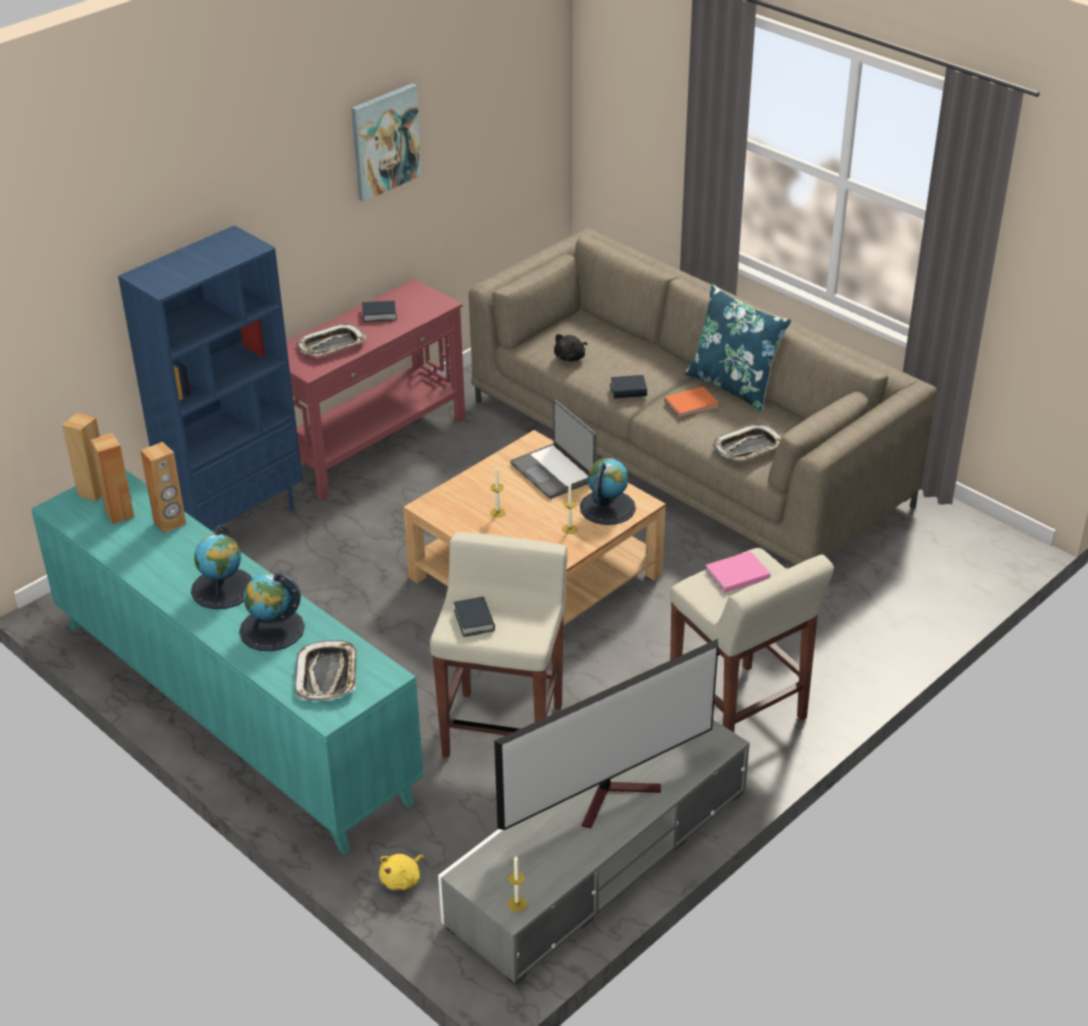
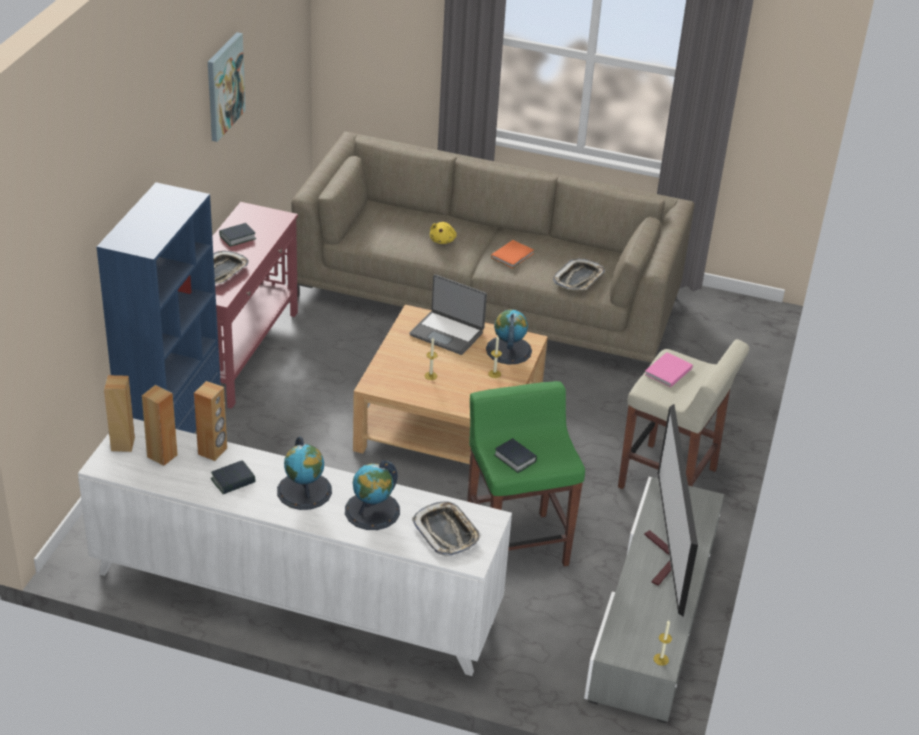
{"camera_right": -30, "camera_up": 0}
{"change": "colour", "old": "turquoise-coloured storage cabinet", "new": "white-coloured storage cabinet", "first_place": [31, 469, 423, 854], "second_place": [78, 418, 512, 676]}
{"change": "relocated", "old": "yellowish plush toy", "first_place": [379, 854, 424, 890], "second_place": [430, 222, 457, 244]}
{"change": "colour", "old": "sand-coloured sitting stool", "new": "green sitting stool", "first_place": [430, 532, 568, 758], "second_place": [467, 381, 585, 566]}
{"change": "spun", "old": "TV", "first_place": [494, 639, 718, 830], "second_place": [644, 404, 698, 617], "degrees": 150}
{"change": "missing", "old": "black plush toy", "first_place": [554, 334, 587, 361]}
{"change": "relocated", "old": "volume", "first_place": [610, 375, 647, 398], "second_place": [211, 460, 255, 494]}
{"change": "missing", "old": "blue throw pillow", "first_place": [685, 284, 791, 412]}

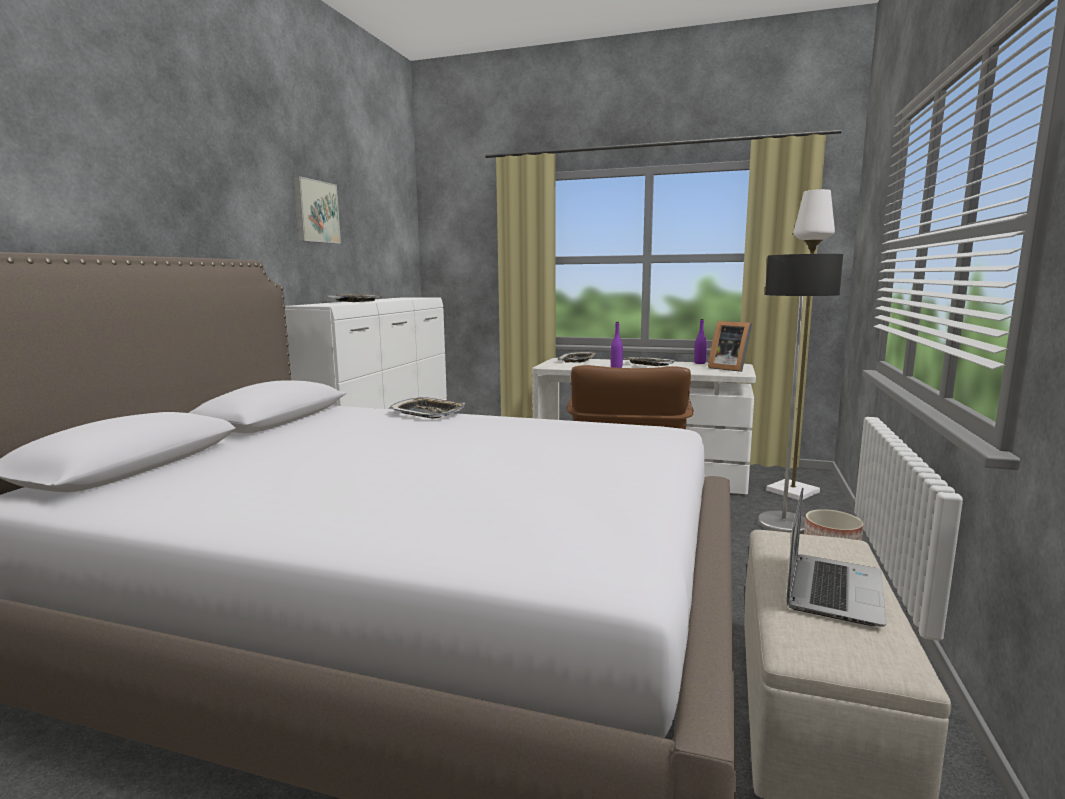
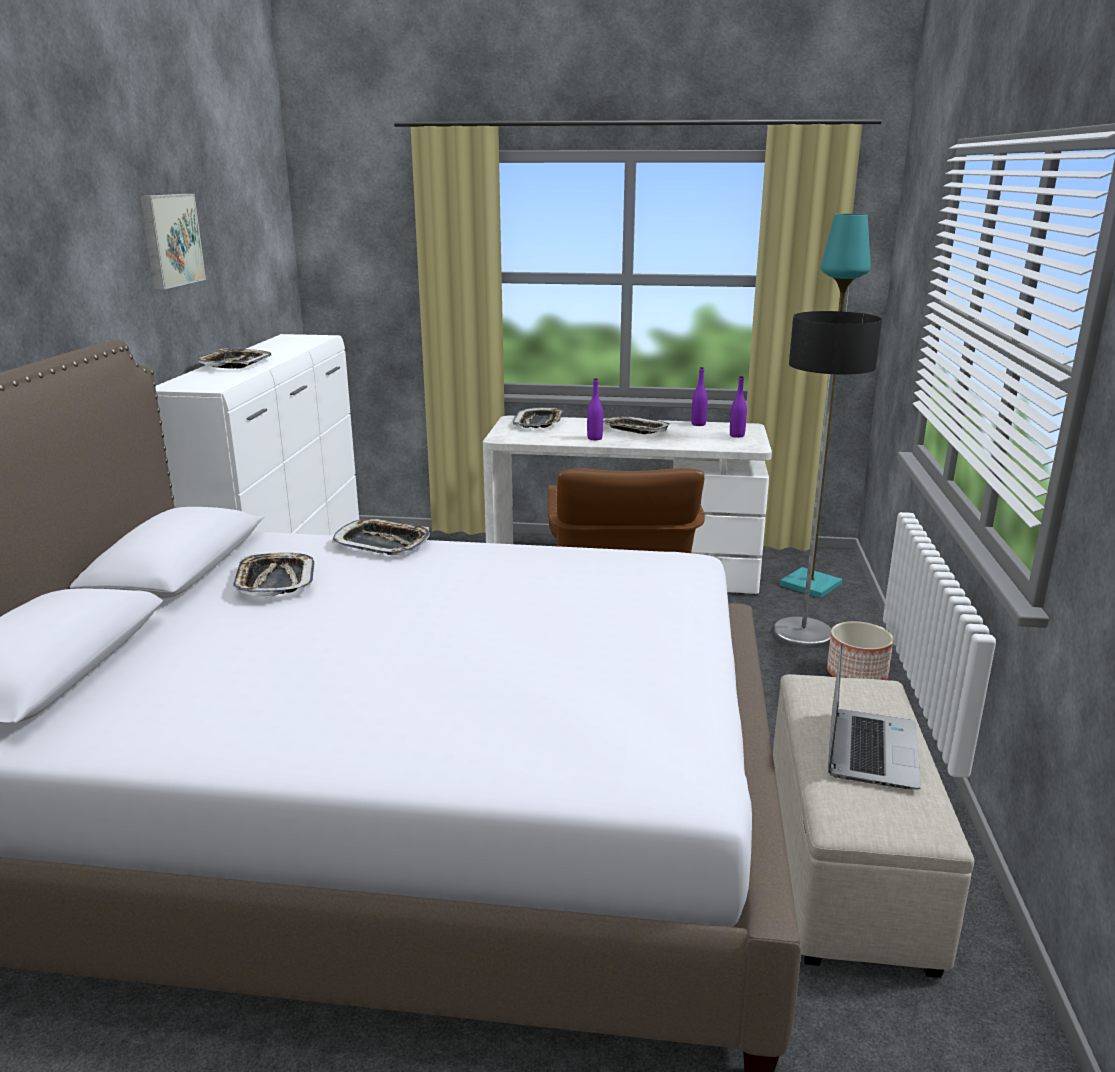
{"camera_right": -10, "camera_up": 10}
{"change": "exchanged", "old": "standing frame", "new": "purplish bottle", "first_place": [708, 321, 752, 372], "second_place": [730, 376, 747, 438]}
{"change": "colour", "old": "white-coloured standard lamp", "new": "turquoise-coloured standard lamp", "first_place": [766, 189, 835, 500], "second_place": [780, 214, 871, 598]}
{"change": "appeared", "new": "carrying tray", "second_place": [233, 553, 314, 597]}

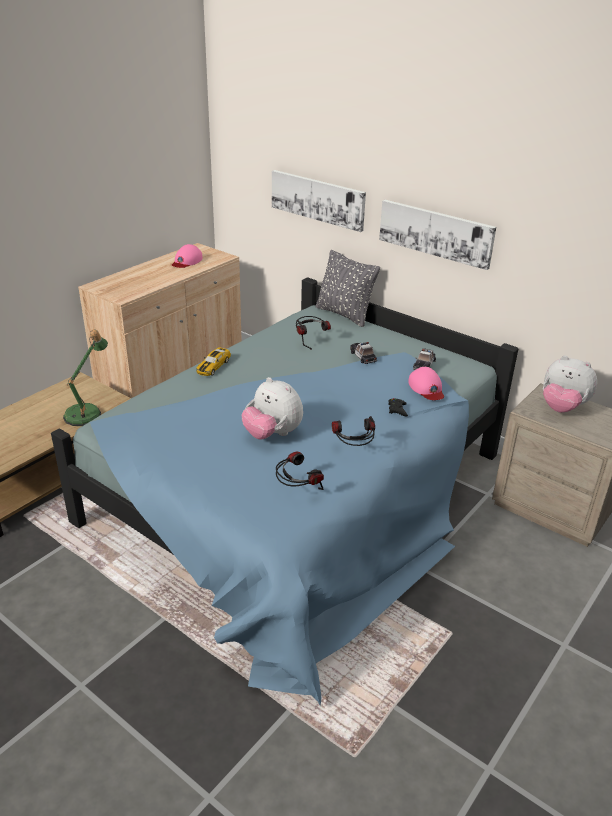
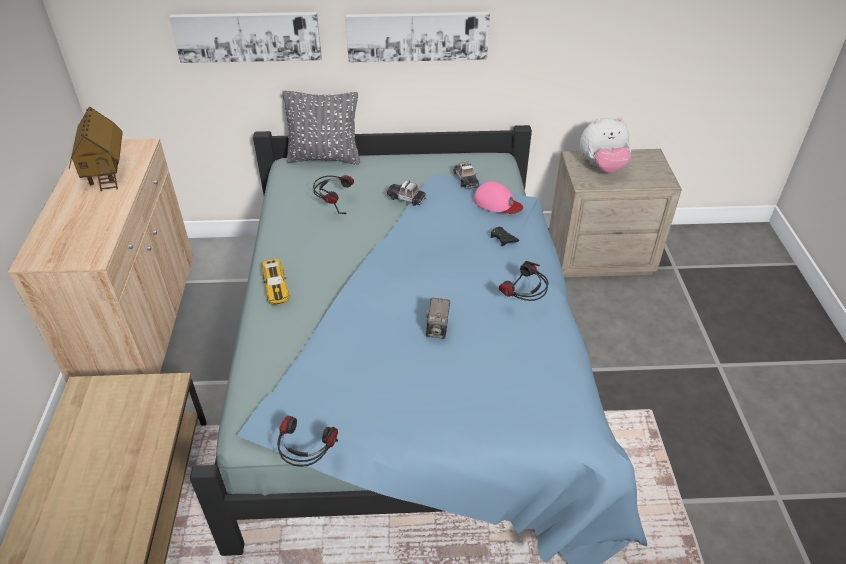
{"camera_right": -40, "camera_up": 10}
{"change": "missing", "old": "tabletop lamp", "first_place": [63, 329, 108, 426]}
{"change": "exchanged", "old": "pink-coloured peaked cap", "new": "model house", "first_place": [172, 244, 203, 268], "second_place": [69, 106, 123, 192]}
{"change": "exchanged", "old": "plush toy", "new": "still camera", "first_place": [242, 377, 303, 439], "second_place": [426, 298, 450, 339]}
{"change": "relocated", "old": "headphones", "first_place": [276, 452, 324, 490], "second_place": [277, 416, 338, 467]}

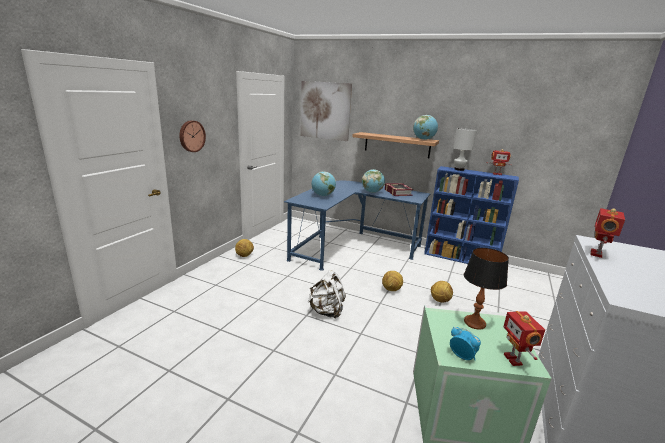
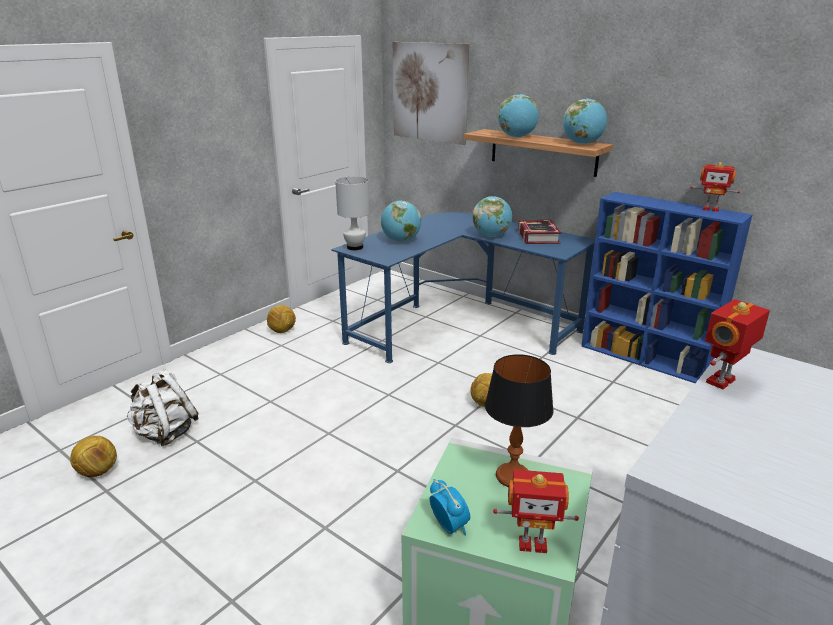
{"camera_right": 15, "camera_up": 5}
{"change": "missing", "old": "wall clock", "first_place": [179, 120, 206, 152]}
{"change": "relocated", "old": "white-coloured rucksack", "first_place": [308, 270, 346, 319], "second_place": [127, 369, 199, 447]}
{"change": "relocated", "old": "football ball", "first_place": [431, 281, 453, 303], "second_place": [70, 436, 117, 477]}
{"change": "relocated", "old": "white-coloured tabletop lamp", "first_place": [453, 128, 477, 171], "second_place": [335, 176, 370, 250]}
{"change": "spun", "old": "robot figure", "first_place": [503, 311, 545, 366], "second_place": [493, 469, 579, 553], "degrees": -90}
{"change": "appeared", "new": "globe", "second_place": [498, 94, 539, 138]}

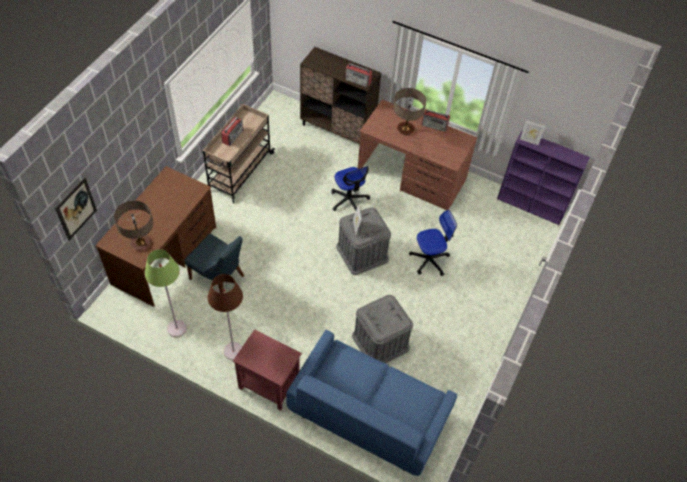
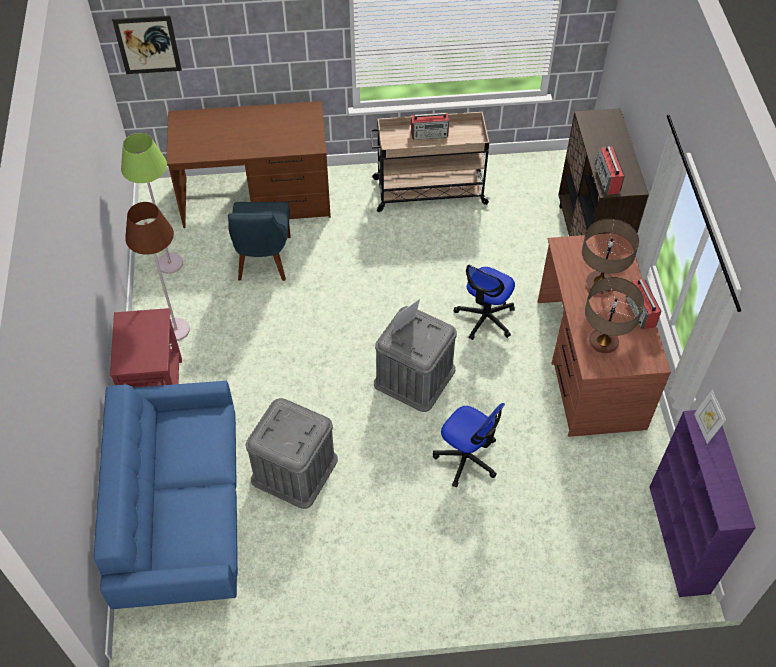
{"camera_right": 60, "camera_up": 0}
{"change": "relocated", "old": "tabletop lamp", "first_place": [114, 201, 153, 250], "second_place": [585, 277, 644, 353]}

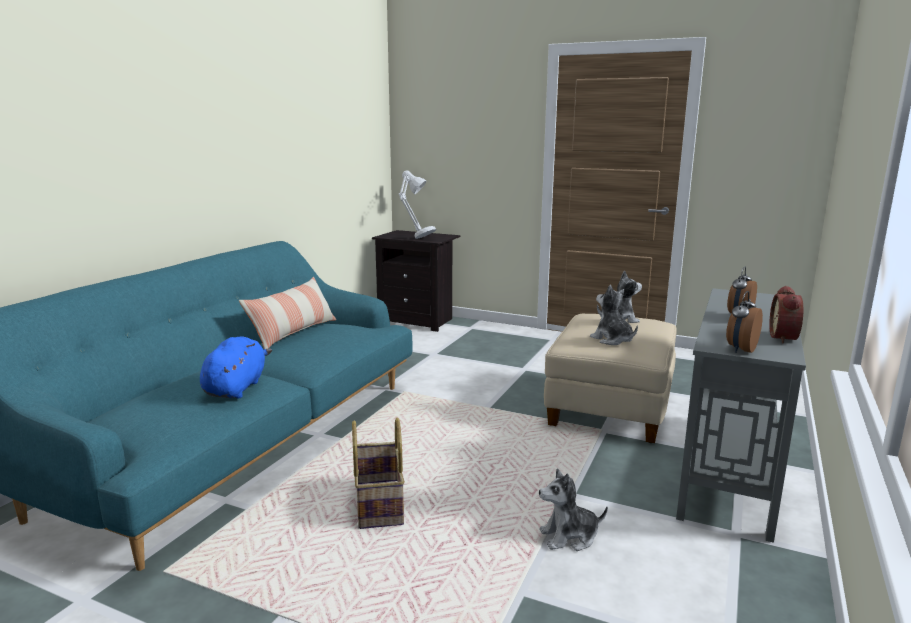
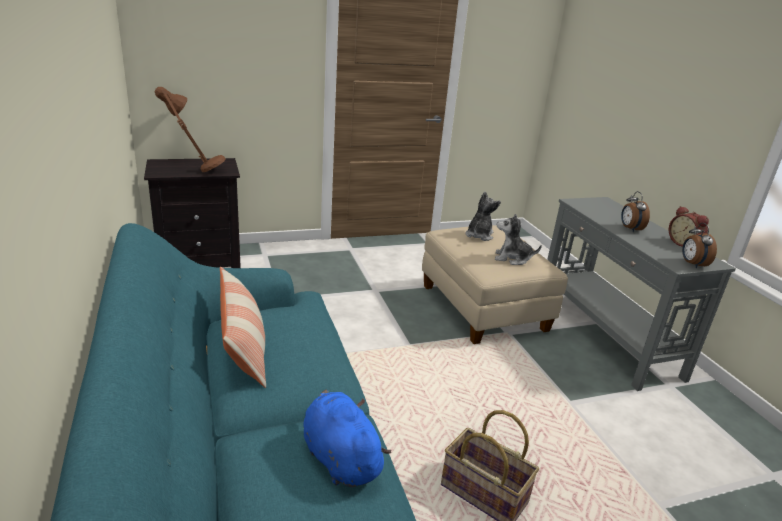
{"camera_right": -45, "camera_up": 10}
{"change": "colour", "old": "greyish tabletop lamp", "new": "brown tabletop lamp", "first_place": [399, 171, 436, 239], "second_place": [155, 87, 226, 172]}
{"change": "missing", "old": "plush toy", "first_place": [539, 468, 608, 551]}

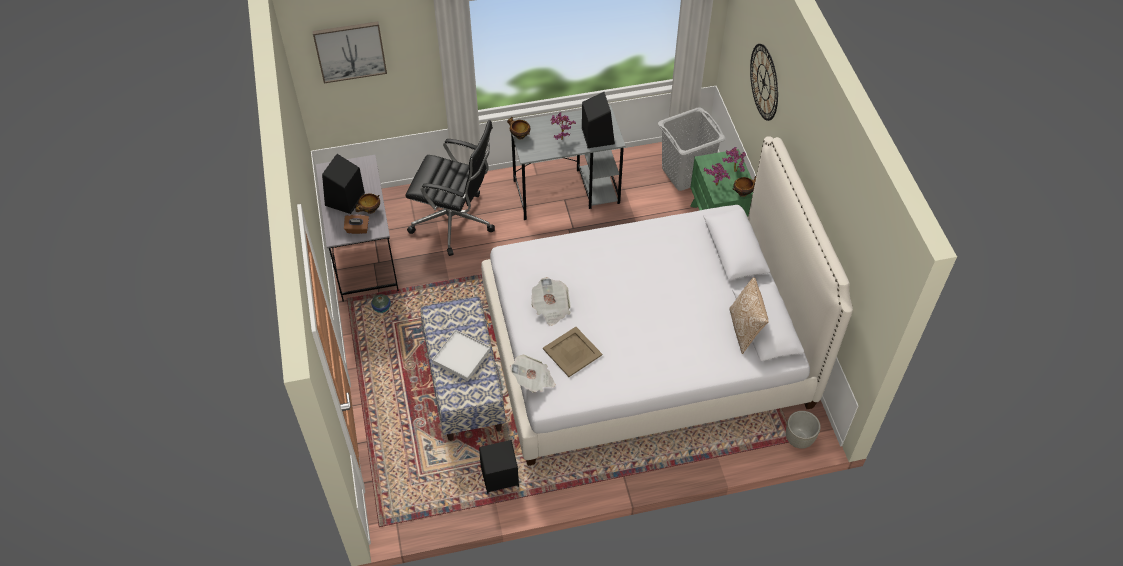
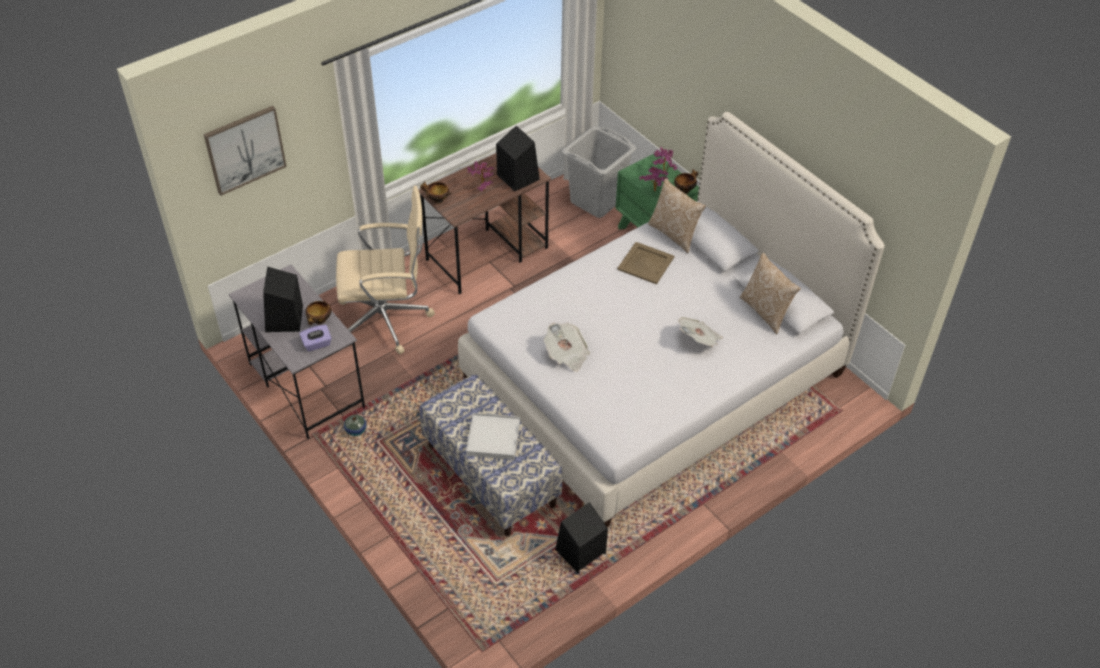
{"camera_right": -25, "camera_up": -5}
{"change": "colour", "old": "brown tissue box", "new": "purplish tissue box", "first_place": [344, 215, 369, 234], "second_place": [300, 325, 332, 351]}
{"change": "colour", "old": "black office chair", "new": "sand-coloured office chair", "first_place": [405, 120, 495, 256], "second_place": [336, 186, 435, 354]}
{"change": "relocated", "old": "newspaper", "first_place": [510, 355, 556, 393], "second_place": [678, 317, 723, 347]}
{"change": "colour", "old": "greyish desk unit", "new": "brown desk unit", "first_place": [511, 105, 626, 220], "second_place": [419, 153, 551, 294]}
{"change": "relocated", "old": "sand-coloured carrying tray", "first_place": [543, 327, 602, 377], "second_place": [617, 242, 675, 284]}
{"change": "missing", "old": "wall clock", "first_place": [750, 44, 778, 121]}
{"change": "missing", "old": "greyish plant pot", "first_place": [786, 411, 821, 449]}
{"change": "appeared", "new": "throw pillow", "second_place": [648, 178, 706, 253]}

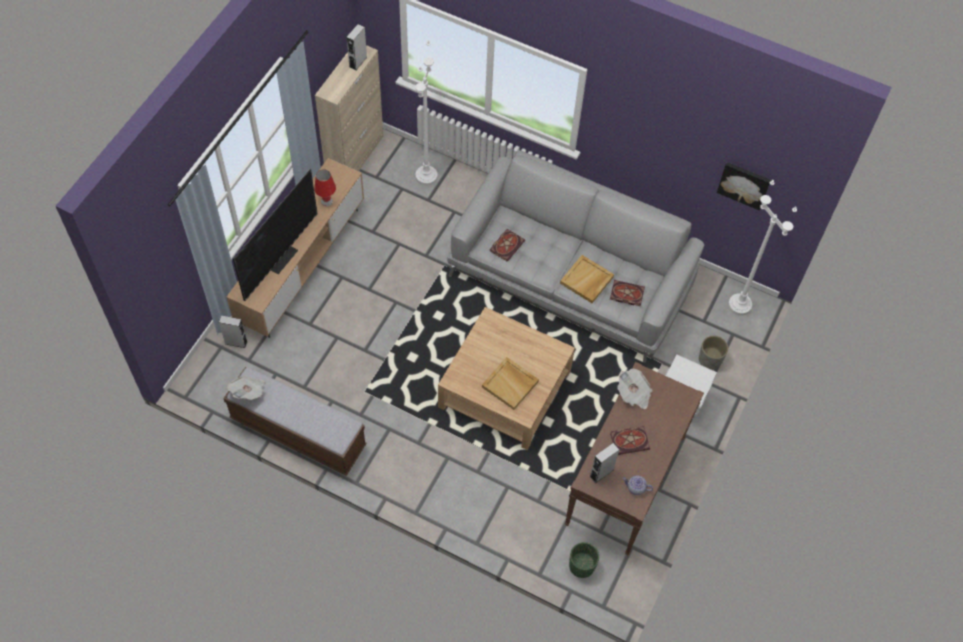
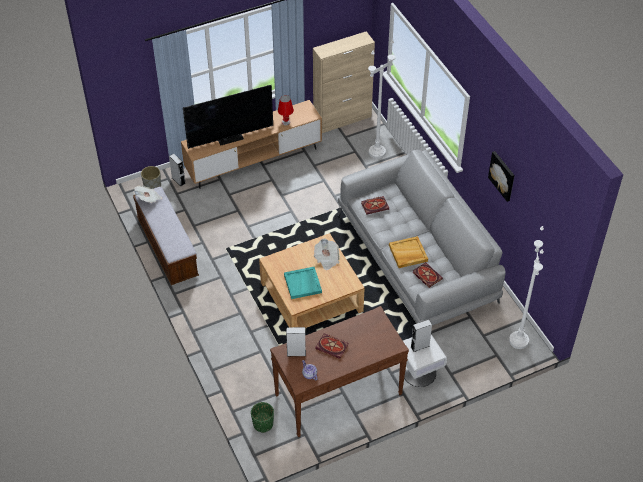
{"camera_right": 40, "camera_up": -10}
{"change": "relocated", "old": "greyish loudspeaker", "first_place": [347, 24, 367, 71], "second_place": [411, 319, 432, 352]}
{"change": "colour", "old": "sand-coloured carrying tray", "new": "turquoise-coloured carrying tray", "first_place": [482, 357, 539, 410], "second_place": [284, 267, 322, 299]}
{"change": "relocated", "old": "newspaper", "first_place": [617, 369, 652, 409], "second_place": [314, 238, 340, 270]}
{"change": "relocated", "old": "greyish plant pot", "first_place": [699, 336, 728, 370], "second_place": [141, 166, 161, 189]}
{"change": "relocated", "old": "picture", "first_place": [717, 162, 771, 210], "second_place": [488, 151, 515, 202]}

